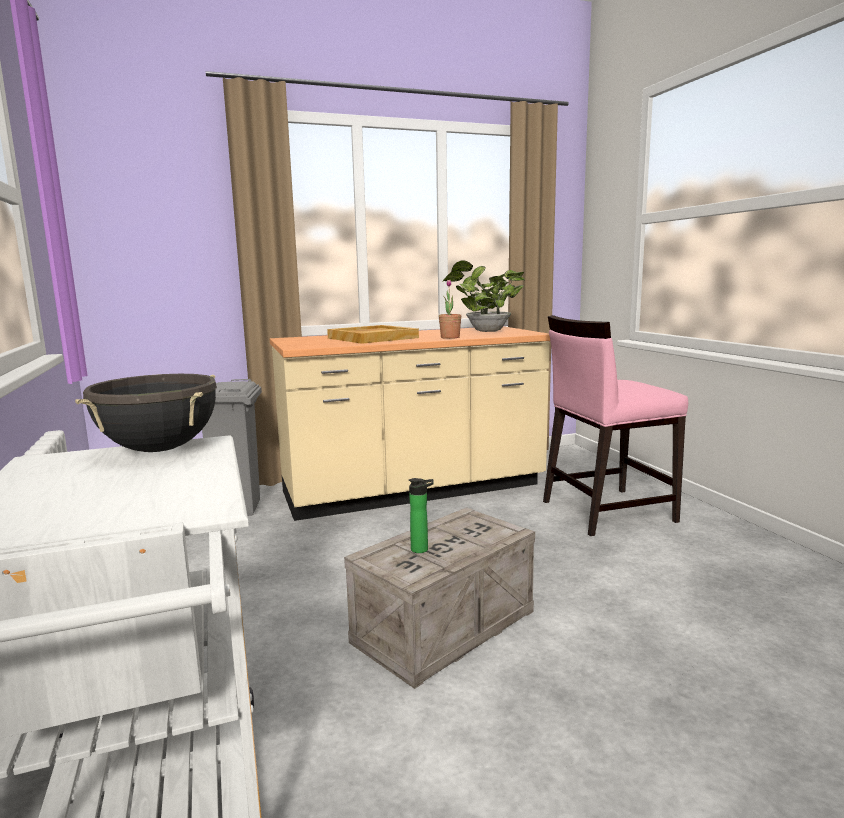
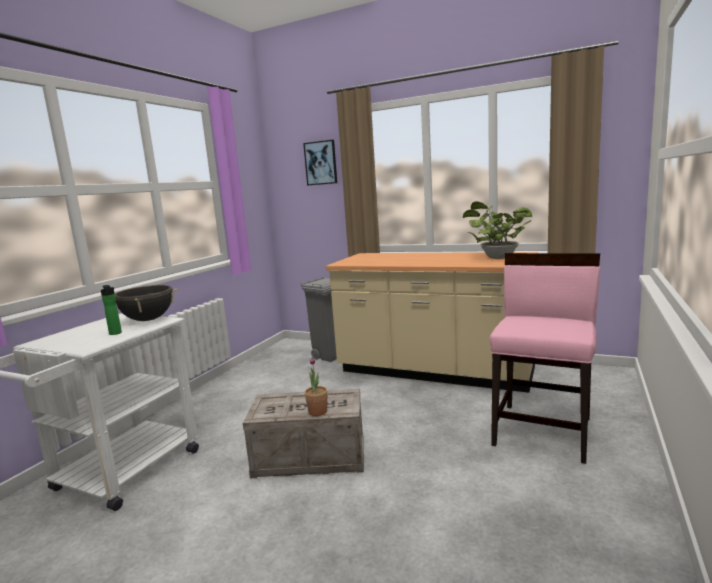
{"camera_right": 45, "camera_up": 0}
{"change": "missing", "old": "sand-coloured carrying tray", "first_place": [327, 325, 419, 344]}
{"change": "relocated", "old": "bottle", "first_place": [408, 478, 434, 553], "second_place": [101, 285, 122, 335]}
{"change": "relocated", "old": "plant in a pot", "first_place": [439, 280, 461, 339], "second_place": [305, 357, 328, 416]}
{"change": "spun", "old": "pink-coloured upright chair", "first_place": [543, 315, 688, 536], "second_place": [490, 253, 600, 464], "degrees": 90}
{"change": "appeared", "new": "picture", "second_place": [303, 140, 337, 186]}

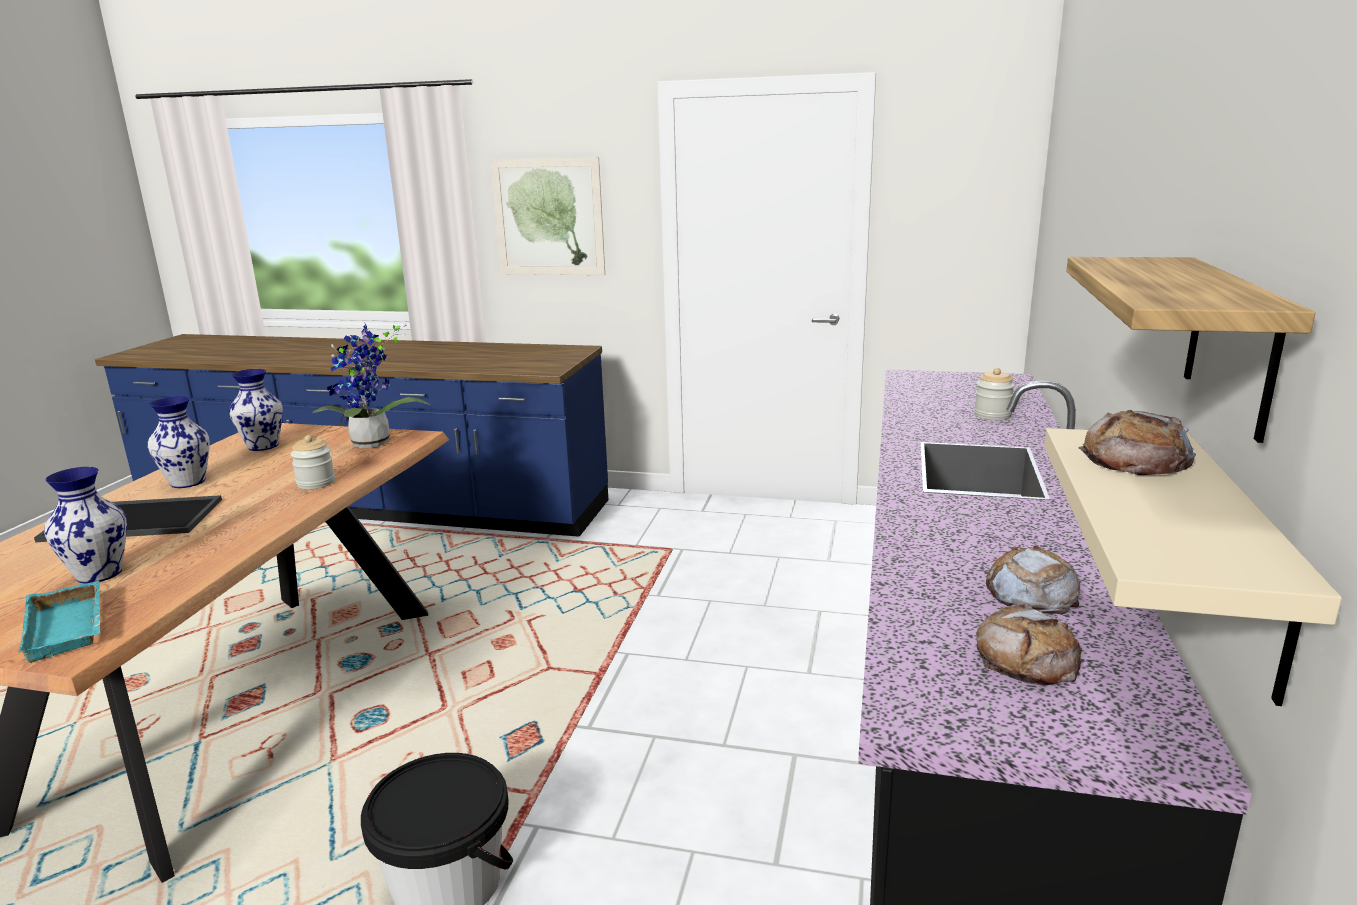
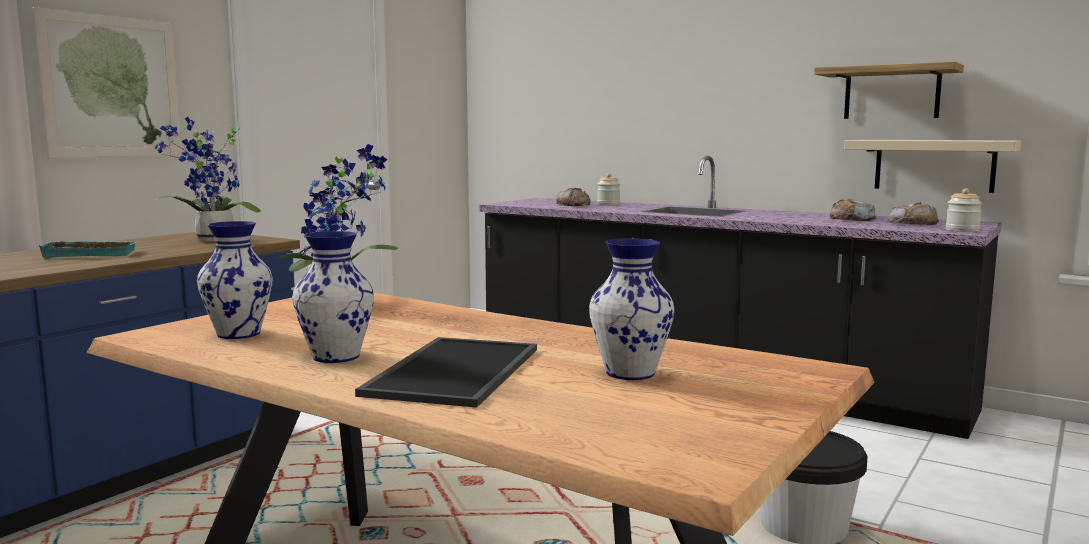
{"camera_right": -70, "camera_up": -10}
{"change": "relocated", "old": "turquoise-coloured carrying tray", "first_place": [19, 581, 101, 663], "second_place": [38, 241, 140, 257]}
{"change": "relocated", "old": "storage jar", "first_place": [291, 435, 335, 489], "second_place": [946, 188, 982, 232]}
{"change": "relocated", "old": "bread", "first_place": [1078, 410, 1196, 475], "second_place": [556, 188, 590, 206]}
{"change": "appeared", "new": "plant in a pot", "second_place": [155, 117, 261, 242]}

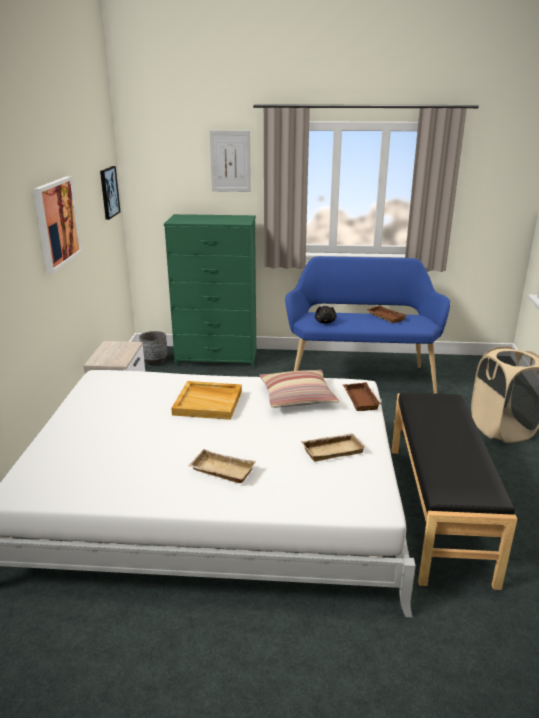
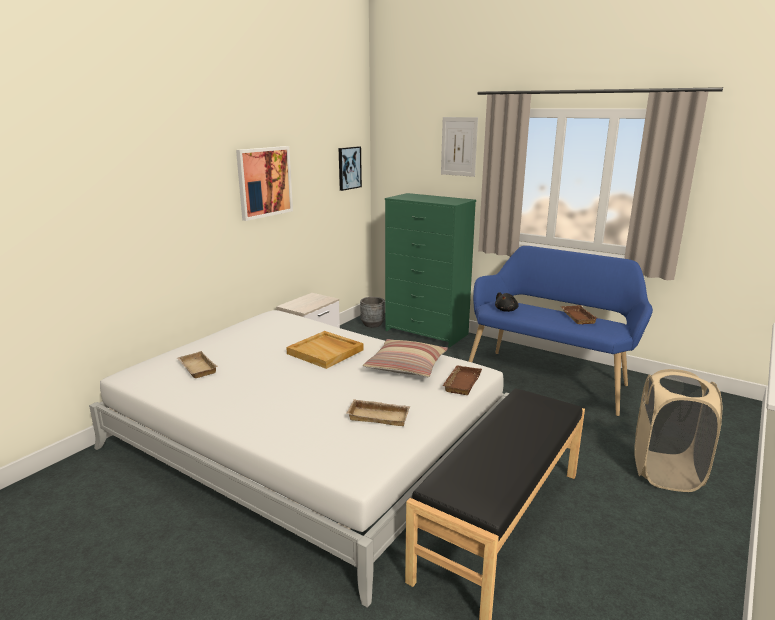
{"camera_right": 30, "camera_up": -5}
{"change": "relocated", "old": "sand-coloured carrying tray", "first_place": [188, 449, 256, 483], "second_place": [177, 351, 218, 378]}

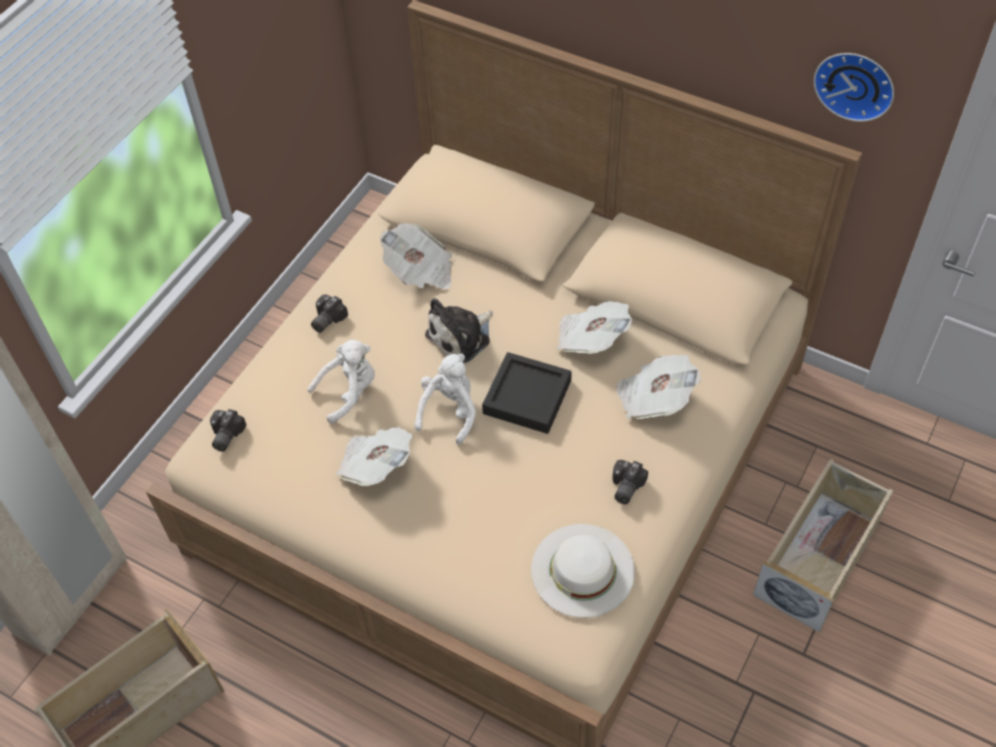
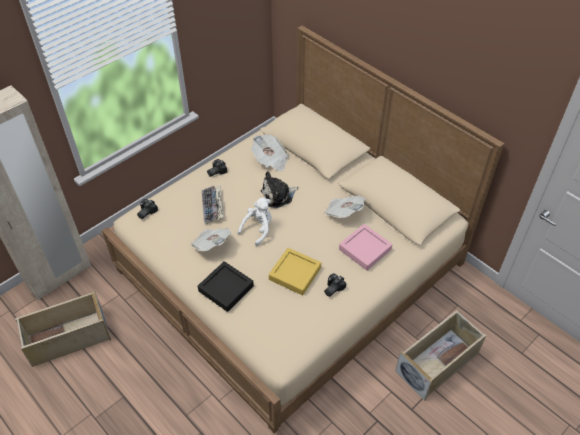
{"camera_right": 15, "camera_up": -5}
{"change": "exchanged", "old": "white-coloured plush toy", "new": "PC keyboard", "first_place": [308, 340, 375, 424], "second_place": [202, 185, 224, 224]}
{"change": "relocated", "old": "black carrying tray", "first_place": [482, 352, 572, 434], "second_place": [198, 261, 254, 312]}
{"change": "missing", "old": "white-coloured clothing hat", "first_place": [531, 524, 635, 618]}
{"change": "exchanged", "old": "newspaper", "new": "pink-coloured carrying tray", "first_place": [616, 355, 701, 419], "second_place": [339, 224, 392, 271]}
{"change": "missing", "old": "wall clock", "first_place": [814, 53, 894, 122]}
{"change": "appeared", "new": "yellowish carrying tray", "second_place": [269, 248, 321, 295]}

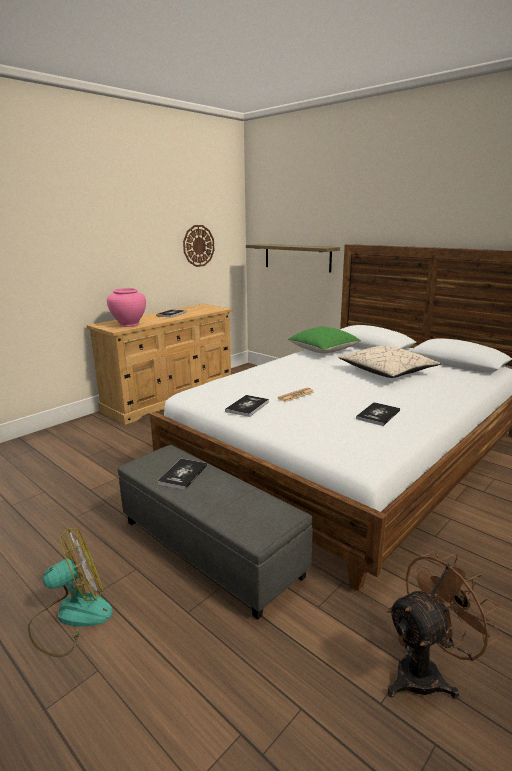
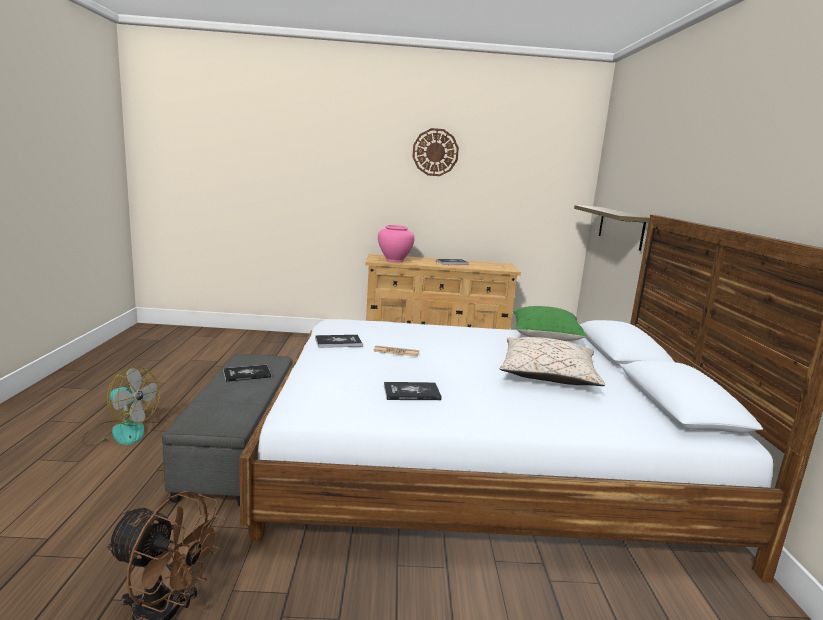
{"camera_right": 45, "camera_up": -5}
{"change": "relocated", "old": "wall clock", "first_place": [183, 225, 214, 267], "second_place": [413, 128, 459, 176]}

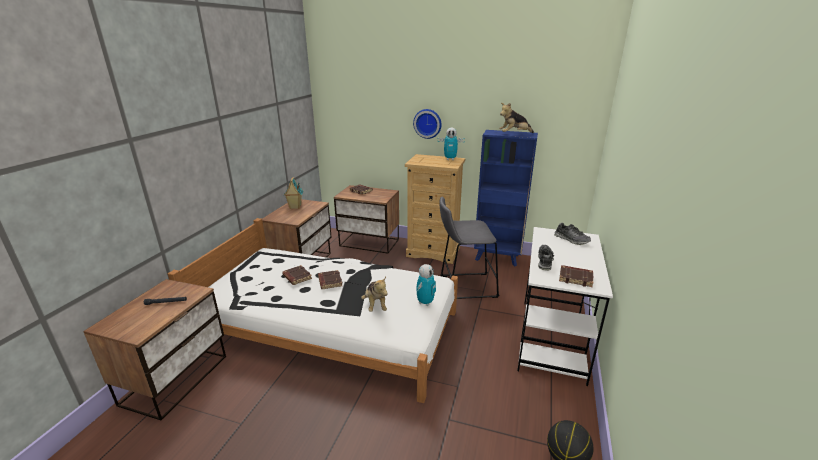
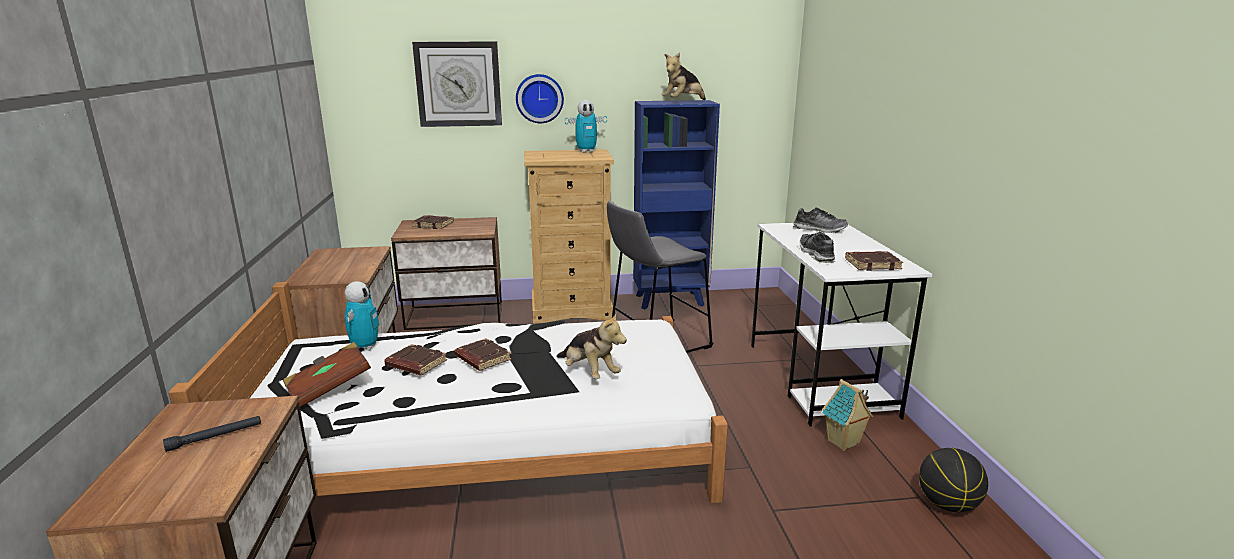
{"camera_right": -25, "camera_up": -5}
{"change": "relocated", "old": "model house", "first_place": [284, 177, 303, 209], "second_place": [822, 379, 873, 451]}
{"change": "relocated", "old": "robot figure", "first_place": [416, 264, 436, 306], "second_place": [345, 281, 379, 351]}
{"change": "appeared", "new": "brown volume", "second_place": [283, 342, 371, 407]}
{"change": "appeared", "new": "wall clock", "second_place": [412, 42, 502, 127]}

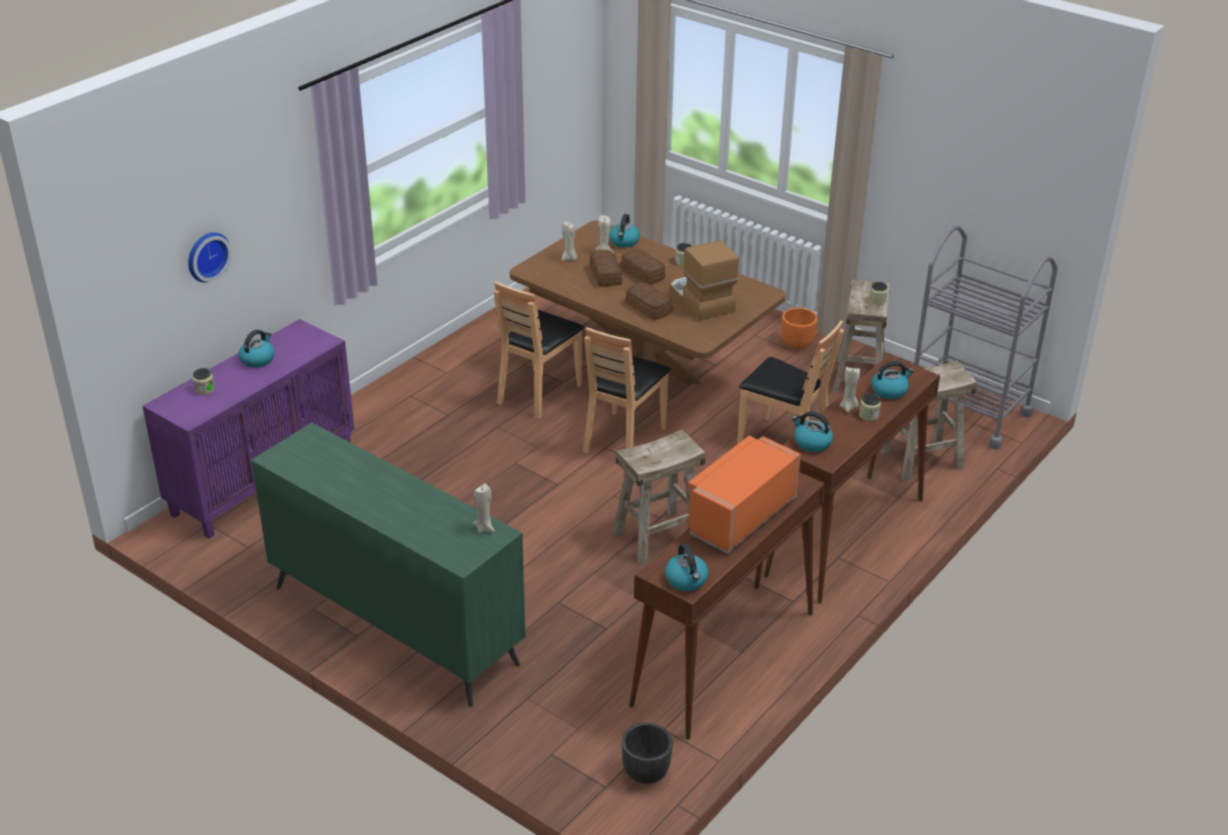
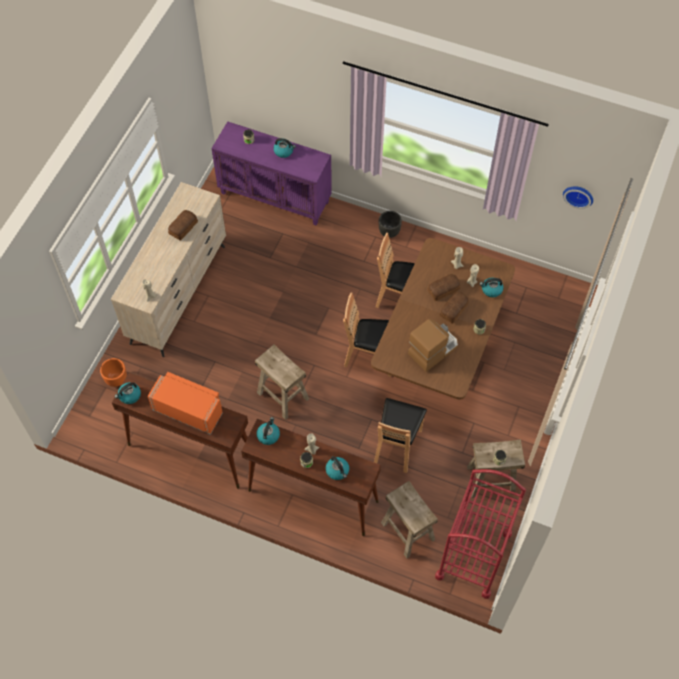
{"camera_right": 75, "camera_up": 25}
{"change": "relocated", "old": "wall clock", "first_place": [188, 232, 232, 283], "second_place": [563, 186, 593, 209]}
{"change": "colour", "old": "green chest of drawers", "new": "sand-coloured chest of drawers", "first_place": [251, 423, 525, 707], "second_place": [111, 182, 226, 357]}
{"change": "relocated", "old": "black plant pot", "first_place": [622, 723, 673, 784], "second_place": [379, 211, 402, 238]}
{"change": "relocated", "old": "bread", "first_place": [625, 282, 673, 320], "second_place": [168, 210, 198, 240]}
{"change": "relocated", "old": "orange-coloured plant pot", "first_place": [781, 308, 818, 350], "second_place": [100, 358, 127, 387]}
{"change": "colour", "old": "greyish trolley", "new": "red trolley", "first_place": [914, 225, 1058, 450], "second_place": [435, 469, 526, 599]}

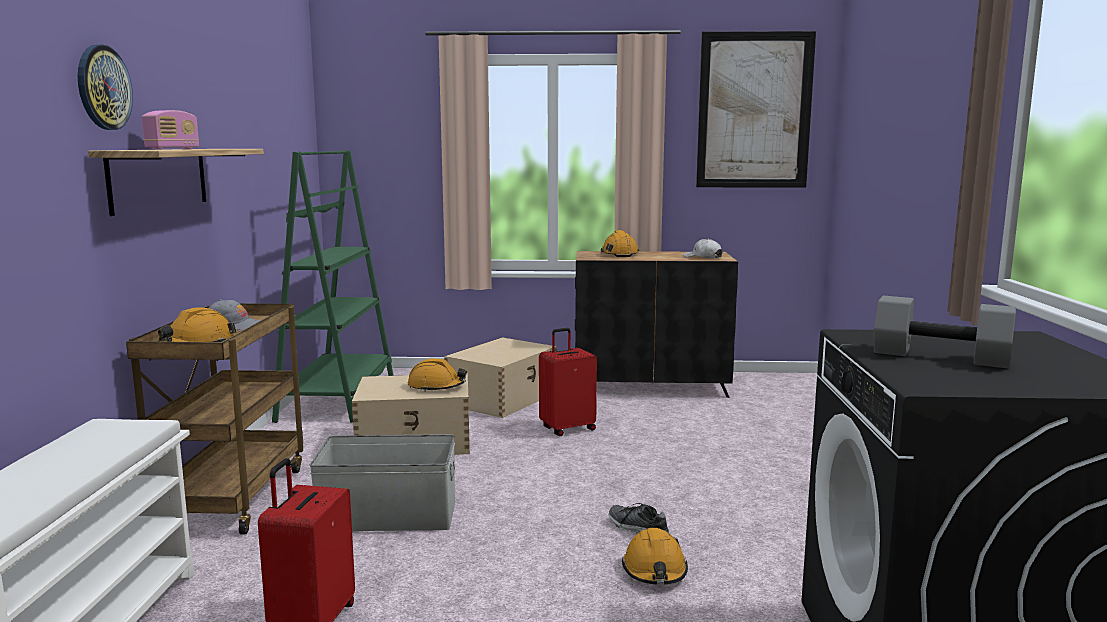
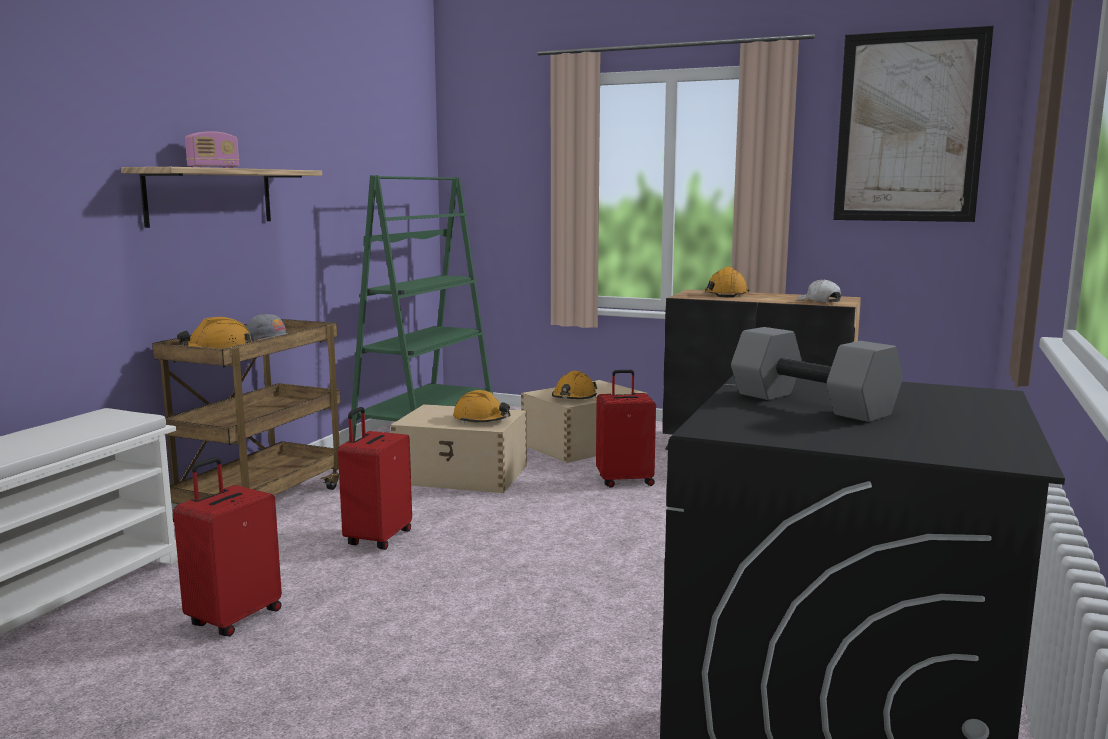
{"camera_right": 20, "camera_up": 0}
{"change": "missing", "old": "wall clock", "first_place": [78, 45, 133, 130]}
{"change": "exchanged", "old": "greyish storage container", "new": "red suitcase", "first_place": [309, 434, 455, 531], "second_place": [338, 407, 412, 550]}
{"change": "missing", "old": "shoe", "first_place": [608, 503, 669, 534]}
{"change": "relocated", "old": "orange-coloured work helmet", "first_place": [622, 528, 688, 584], "second_place": [552, 371, 597, 399]}

